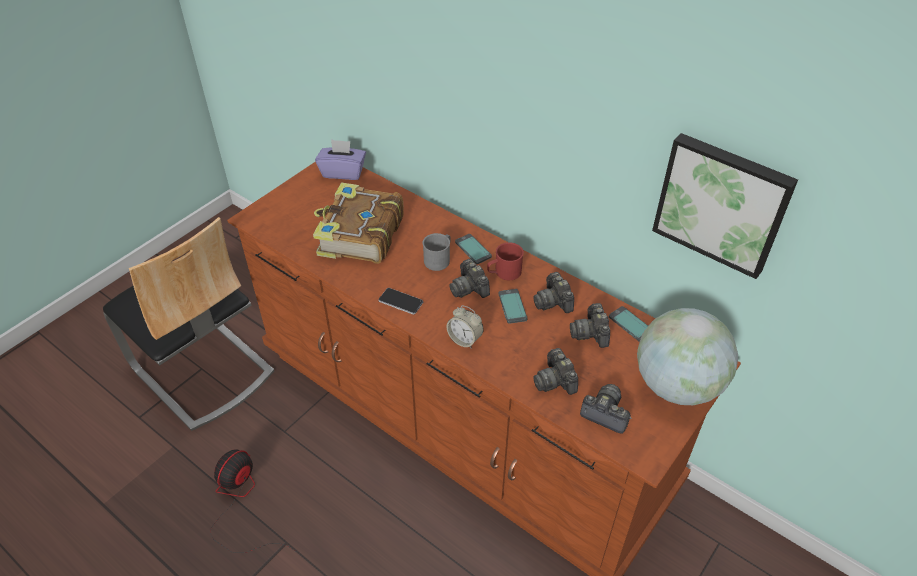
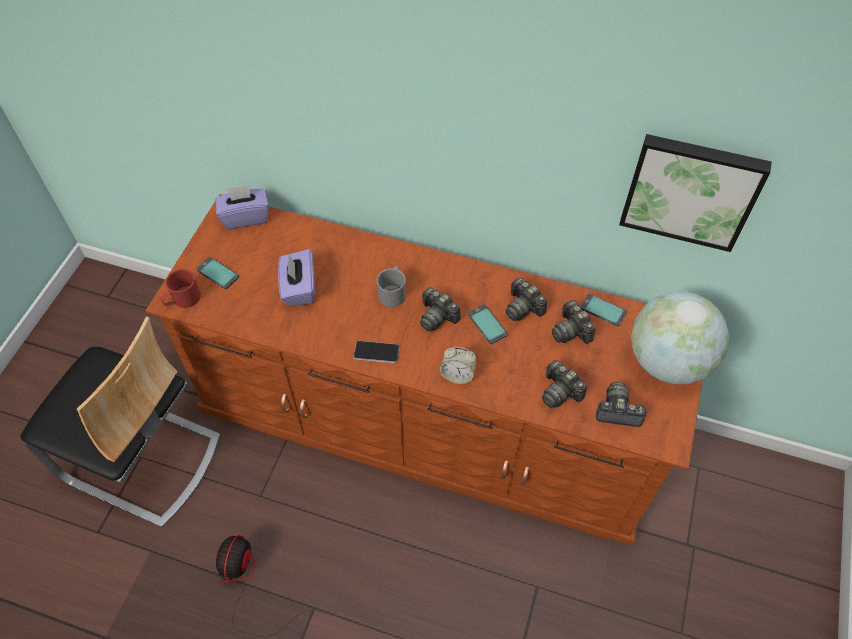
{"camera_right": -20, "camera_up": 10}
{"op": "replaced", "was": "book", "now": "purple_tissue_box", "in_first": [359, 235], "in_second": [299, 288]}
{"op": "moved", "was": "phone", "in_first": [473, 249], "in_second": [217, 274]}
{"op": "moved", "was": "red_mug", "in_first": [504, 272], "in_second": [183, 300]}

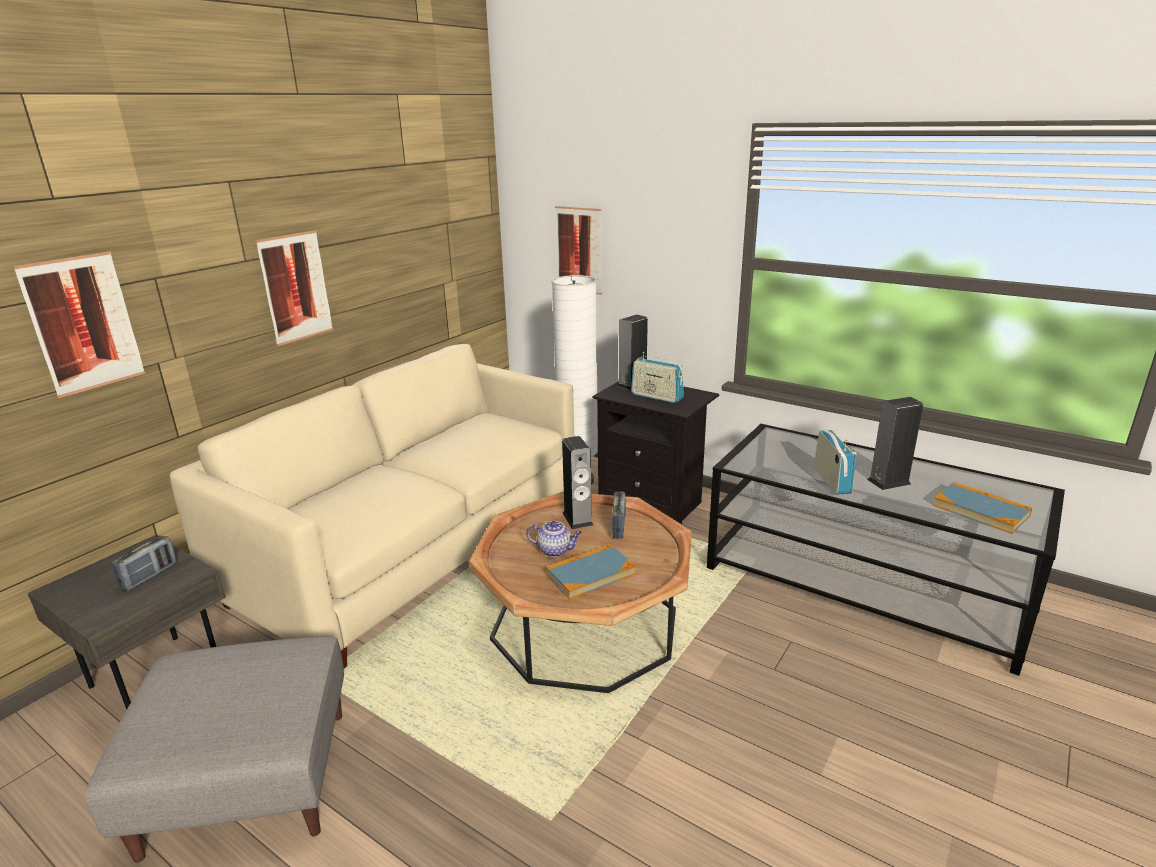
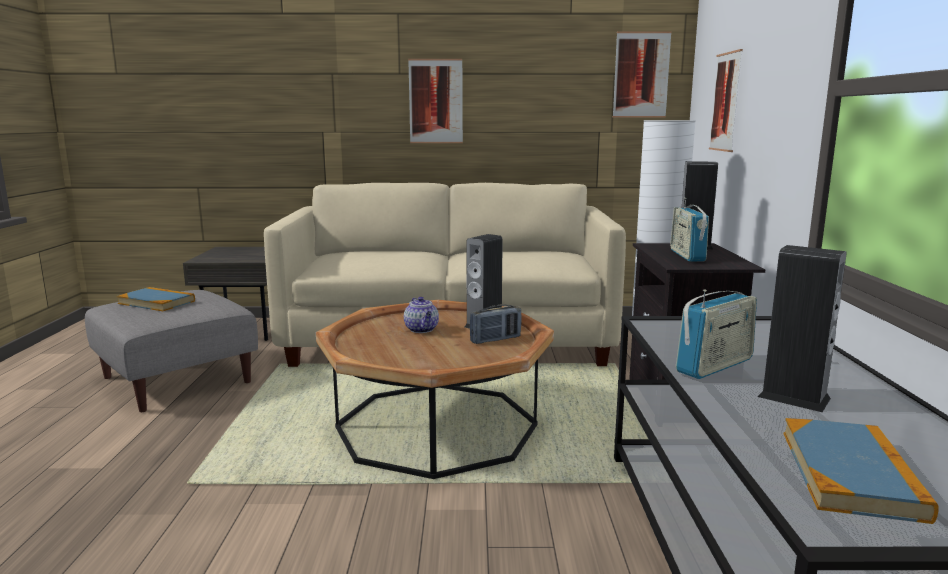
{"camera_right": 55, "camera_up": -10}
{"op": "moved", "was": "picture", "in_first": [83, 323], "in_second": [641, 75]}
{"op": "removed", "was": "radio", "in_first": [149, 576]}
{"op": "moved", "was": "book", "in_first": [590, 574], "in_second": [157, 302]}

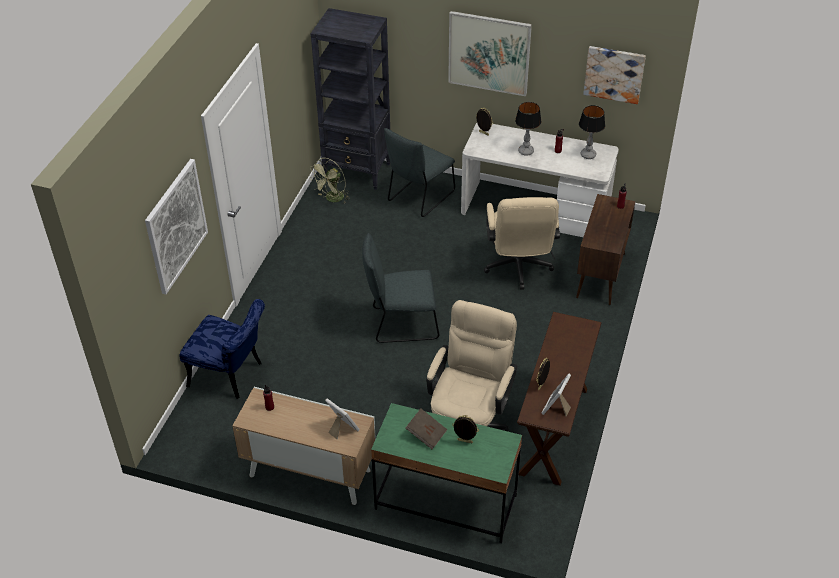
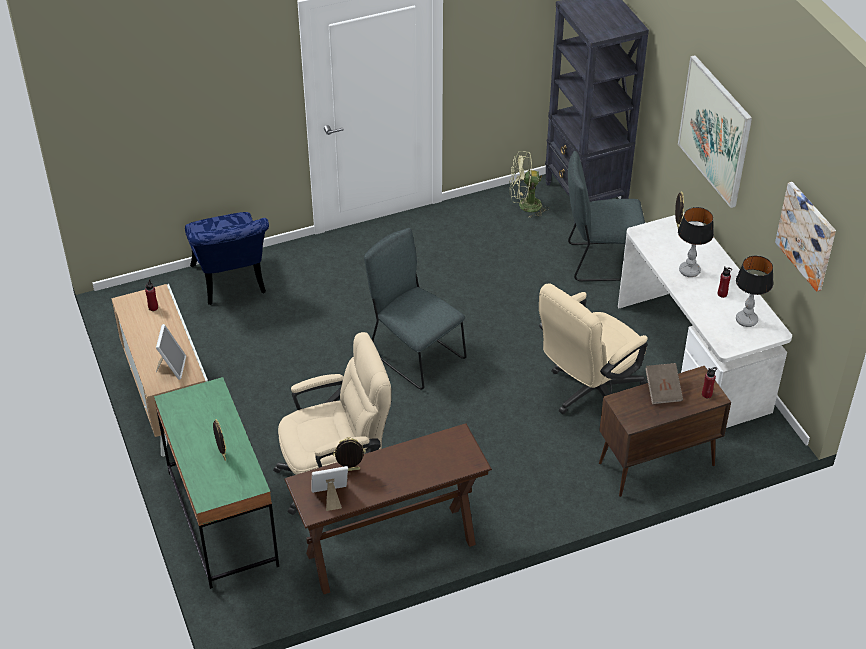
{"camera_right": 50, "camera_up": 0}
{"op": "removed", "was": "picture", "in_first": [176, 226]}
{"op": "moved", "was": "brown_book", "in_first": [426, 434], "in_second": [663, 390]}

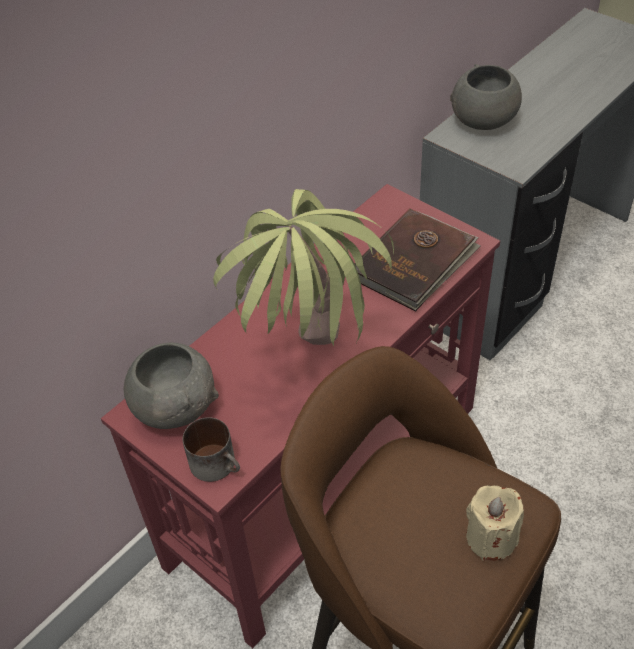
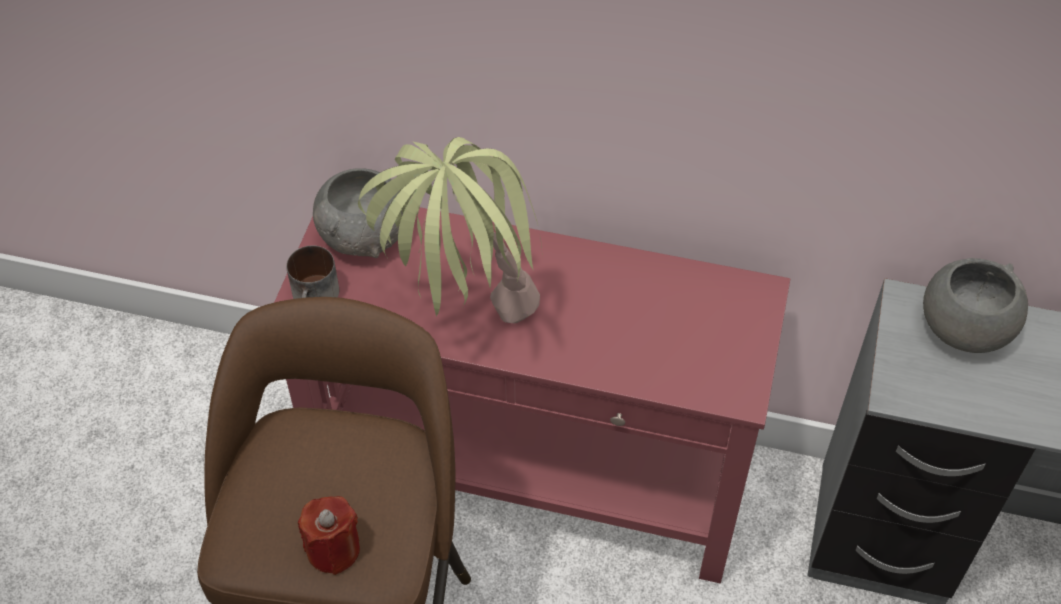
{"camera_right": 60, "camera_up": 5}
{"op": "removed", "was": "brown_book", "in_first": [415, 263]}
{"op": "recoloured", "was": "beige_candle", "now": "red_candle", "in_first": [491, 538], "in_second": [333, 549]}

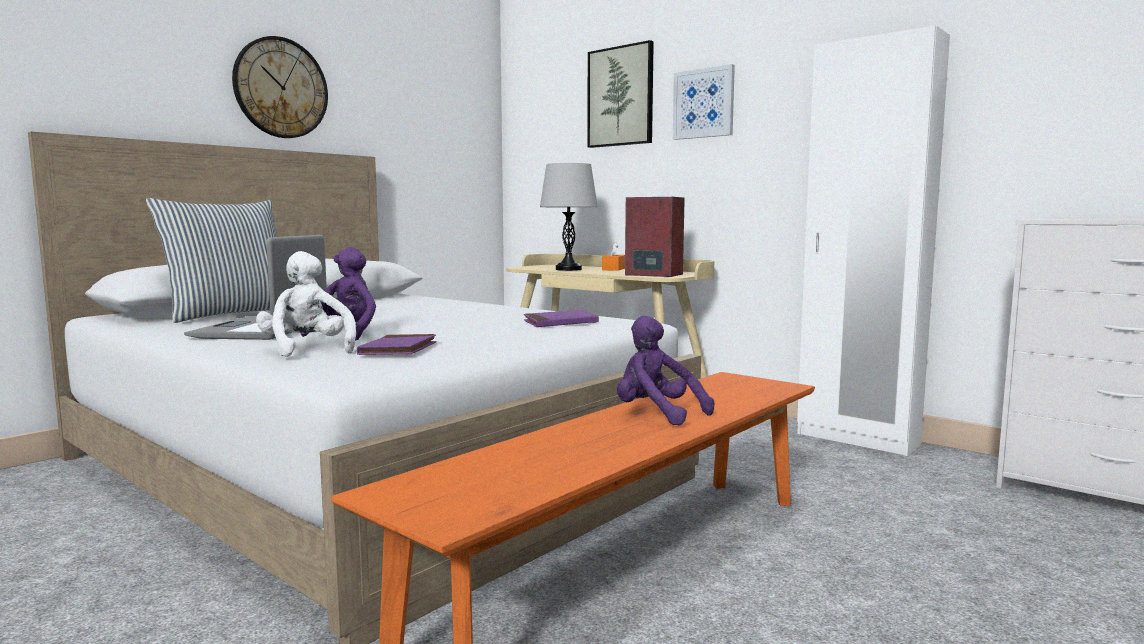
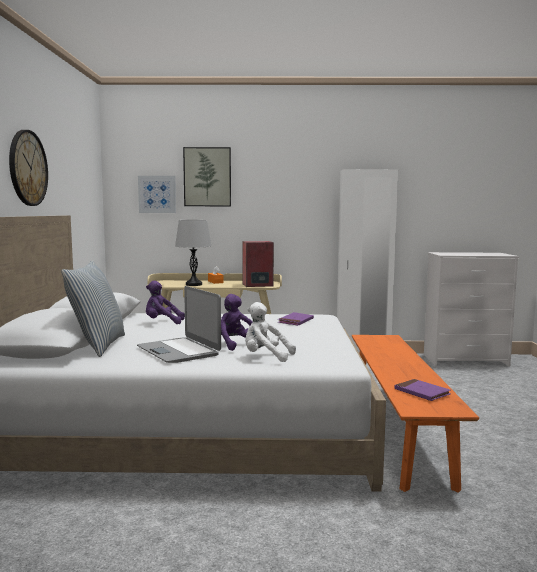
{"camera_right": -40, "camera_up": 0}
{"op": "moved", "was": "picture", "in_first": [703, 103], "in_second": [157, 194]}
{"op": "moved", "was": "purple_plush_toy", "in_first": [656, 414], "in_second": [162, 322]}
{"op": "moved", "was": "purple_book", "in_first": [398, 350], "in_second": [422, 392]}

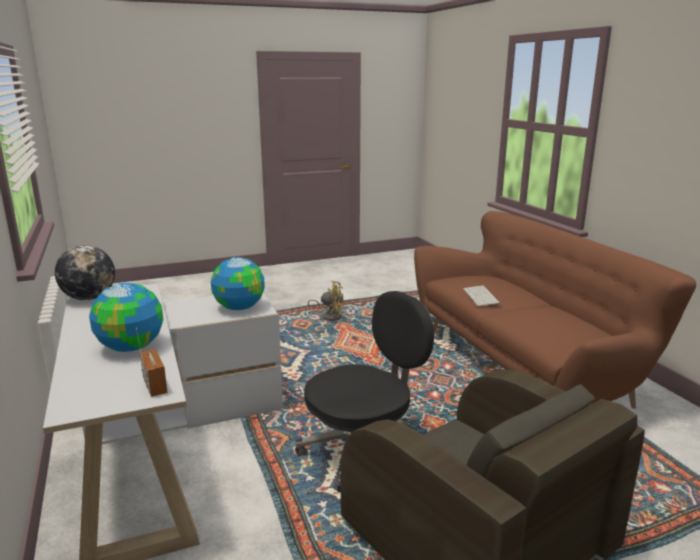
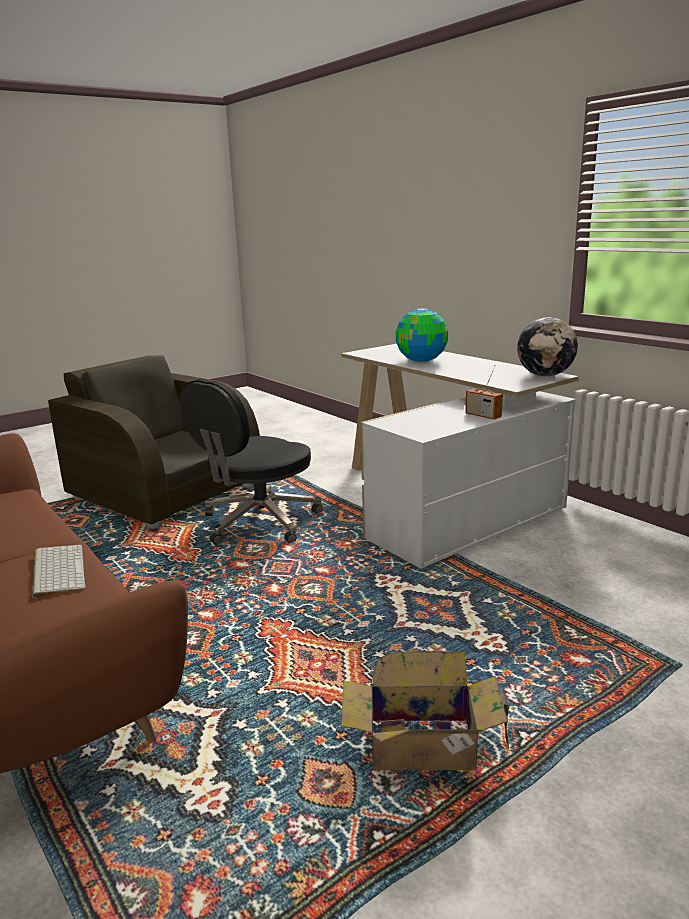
{"camera_right": 165, "camera_up": 0}
{"op": "removed", "was": "globe", "in_first": [239, 308]}
{"op": "replaced", "was": "yellow_fan", "now": "cardboard_box", "in_first": [329, 316], "in_second": [427, 746]}
{"op": "moved", "was": "radio", "in_first": [155, 386], "in_second": [483, 416]}

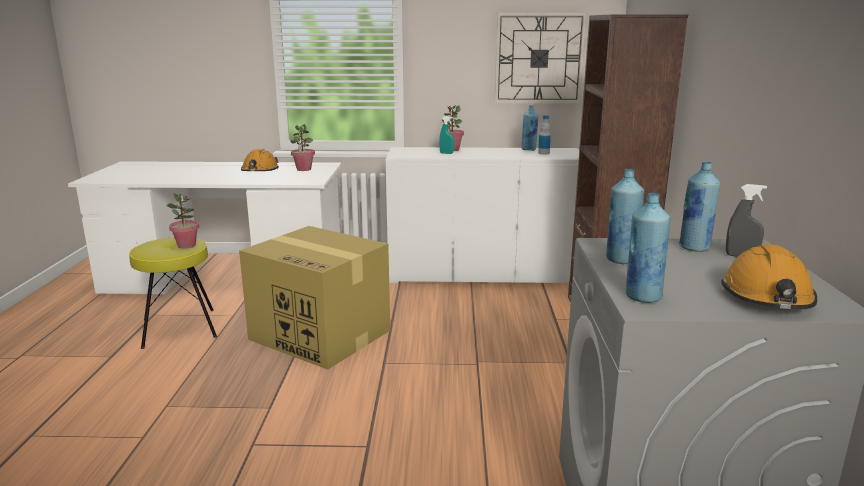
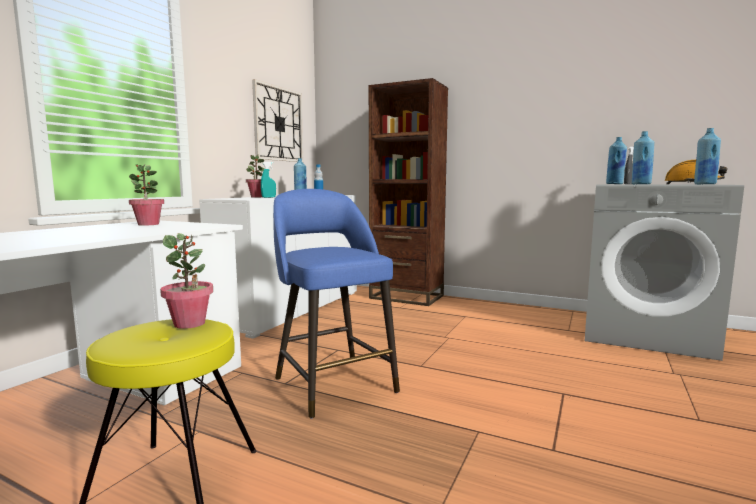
{"camera_right": -65, "camera_up": -10}
{"op": "removed", "was": "orange_hard_hat", "in_first": [260, 171]}
{"op": "replaced", "was": "cardboard_box", "now": "blue_stool", "in_first": [321, 335], "in_second": [333, 383]}

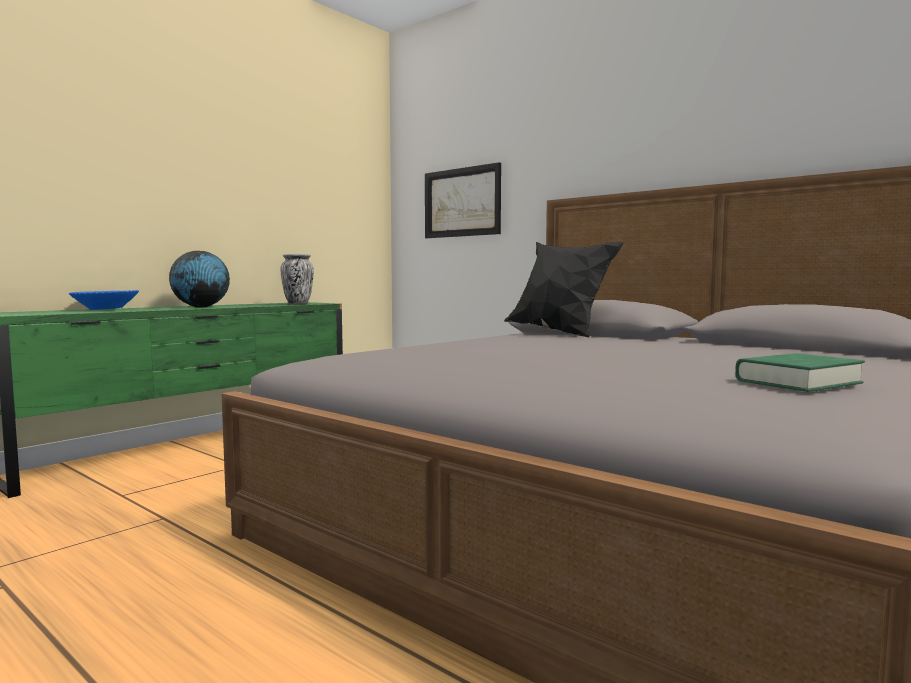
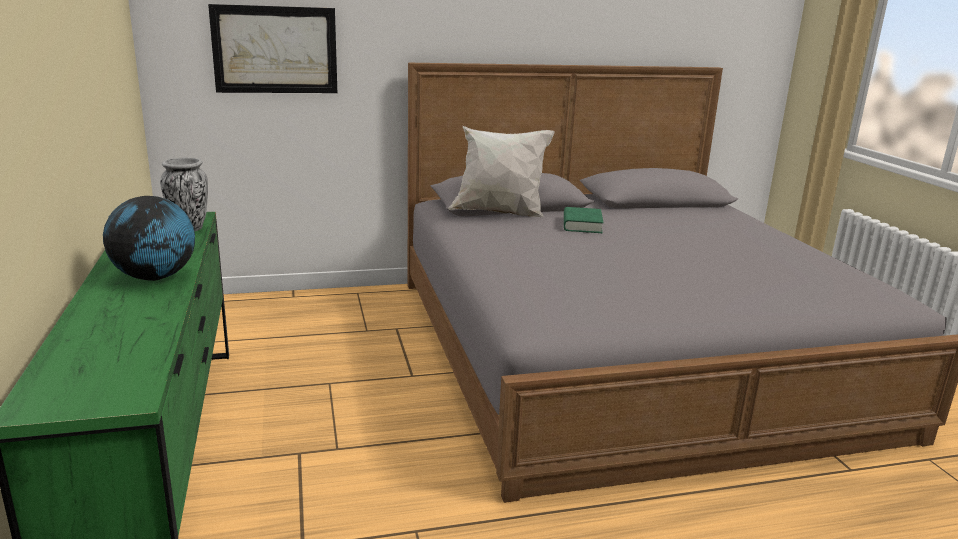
{"camera_right": -55, "camera_up": 15}
{"op": "recoloured", "was": "black_pillow", "now": "white_pillow", "in_first": [558, 333], "in_second": [500, 214]}
{"op": "removed", "was": "blue_bowl", "in_first": [105, 309]}
{"op": "moved", "was": "green_book", "in_first": [798, 382], "in_second": [582, 225]}

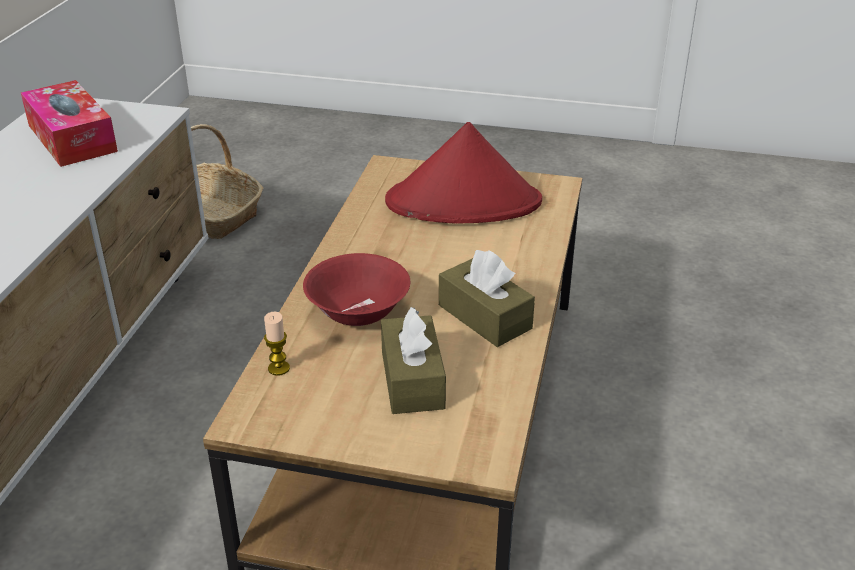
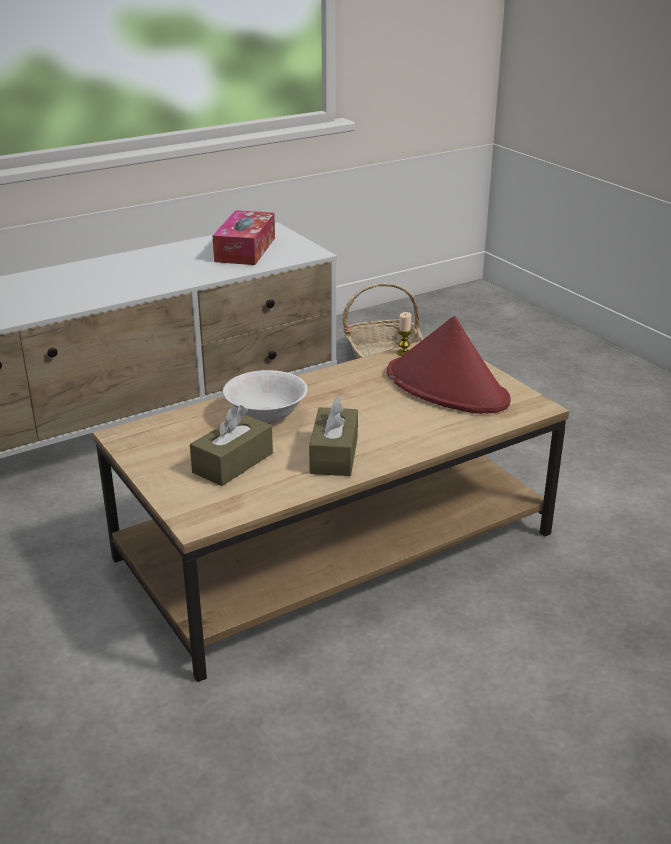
{"camera_right": 45, "camera_up": -5}
{"op": "recoloured", "was": "red_bowl", "now": "white_bowl", "in_first": [359, 314], "in_second": [266, 416]}
{"op": "moved", "was": "candle", "in_first": [278, 368], "in_second": [404, 353]}

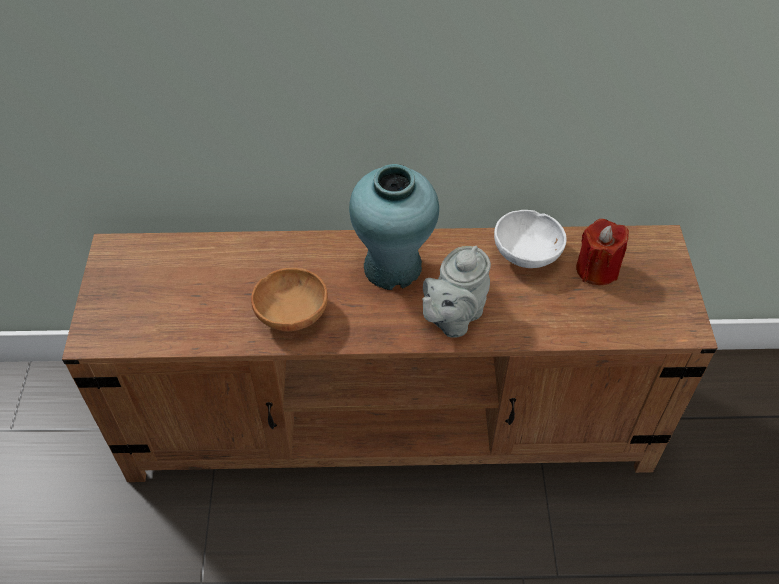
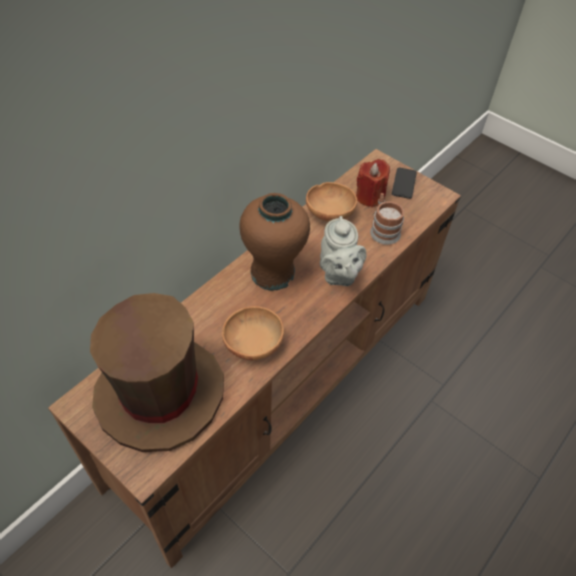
{"camera_right": -50, "camera_up": 0}
{"op": "recoloured", "was": "turquoise_vase", "now": "brown_vase", "in_first": [393, 267], "in_second": [273, 272]}
{"op": "recoloured", "was": "white_bowl", "now": "brown_bowl", "in_first": [528, 254], "in_second": [330, 213]}
{"op": "added", "now": "phone", "in_second": [404, 183]}
{"op": "added", "now": "mug", "in_second": [383, 230]}
{"op": "added", "now": "brown_hat", "in_second": [160, 393]}

